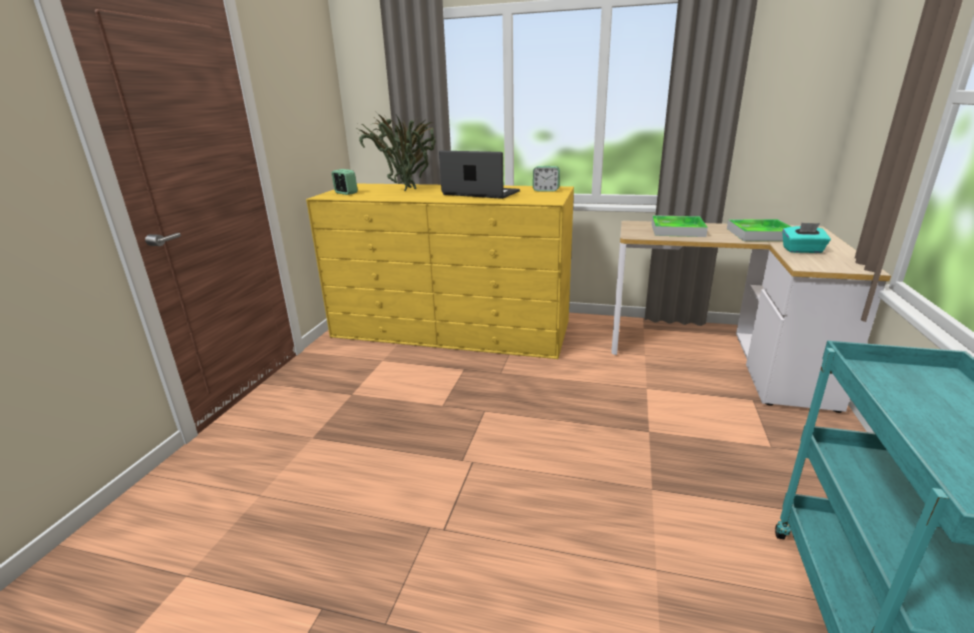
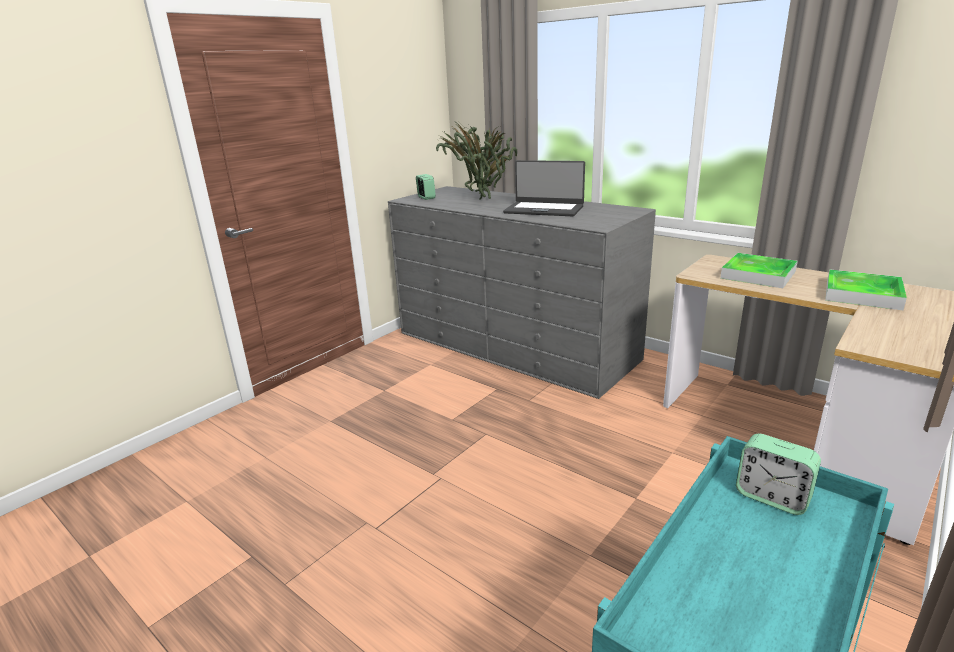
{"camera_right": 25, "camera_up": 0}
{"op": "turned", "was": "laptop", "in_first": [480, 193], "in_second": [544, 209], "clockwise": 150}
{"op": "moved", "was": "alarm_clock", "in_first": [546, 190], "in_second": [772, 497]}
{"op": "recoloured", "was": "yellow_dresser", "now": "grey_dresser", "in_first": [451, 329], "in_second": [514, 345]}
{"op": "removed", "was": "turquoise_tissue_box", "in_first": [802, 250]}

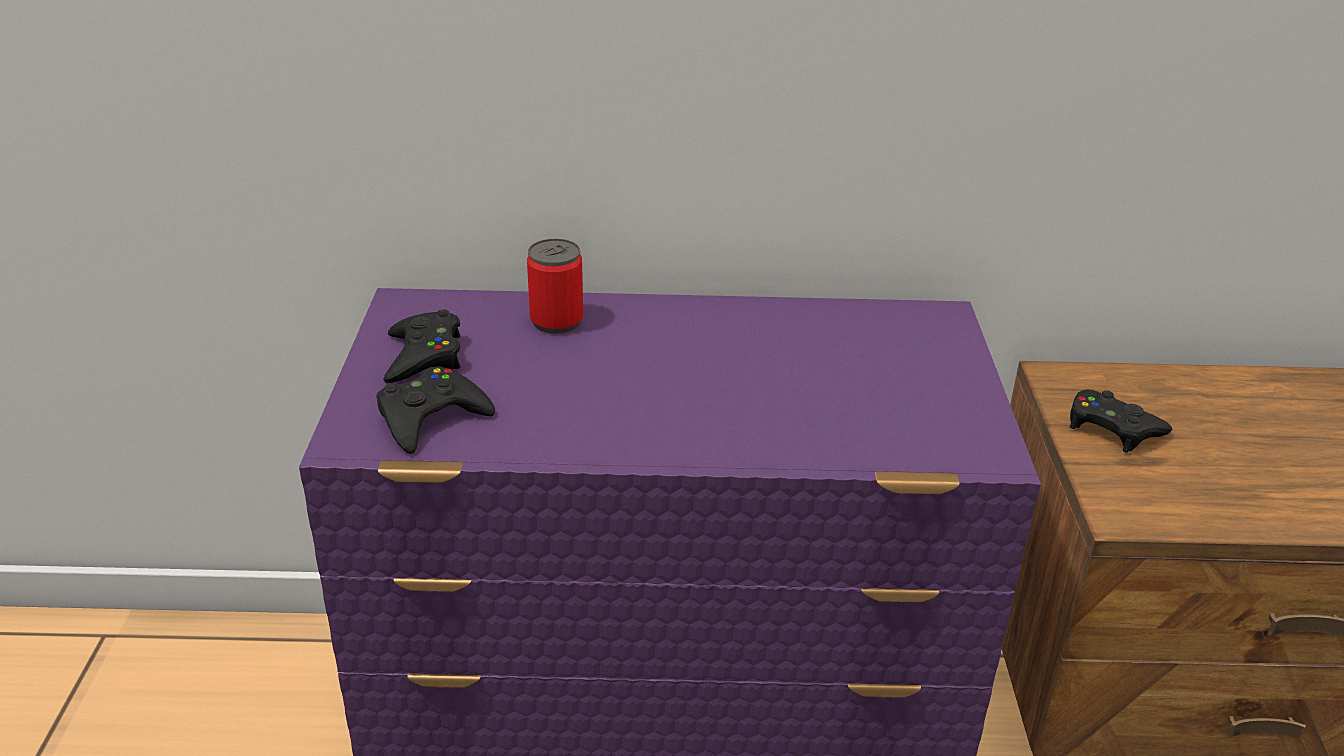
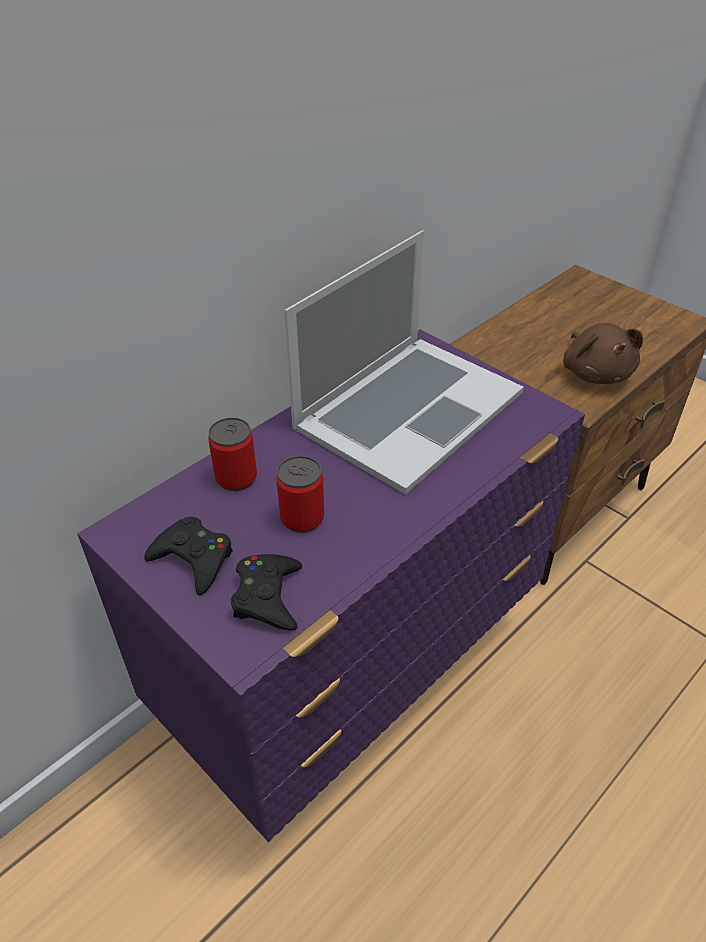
{"camera_right": -45, "camera_up": 10}
{"op": "removed", "was": "black_game_controller", "in_first": [1112, 428]}
{"op": "added", "now": "laptop", "in_second": [408, 409]}
{"op": "added", "now": "brown_plush_toy", "in_second": [595, 372]}
{"op": "added", "now": "can", "in_second": [302, 518]}

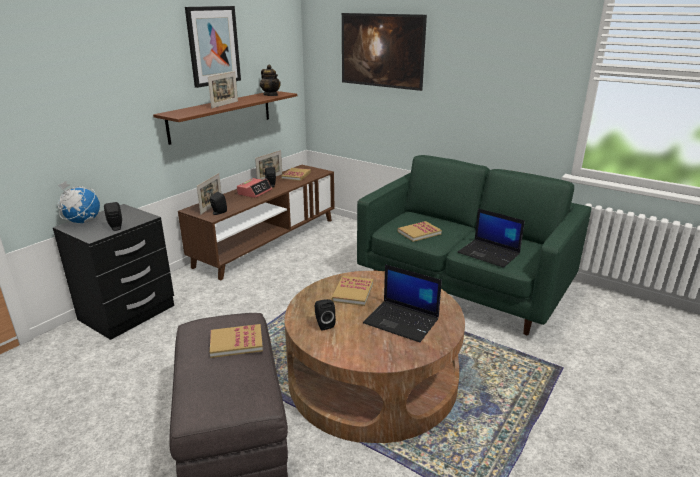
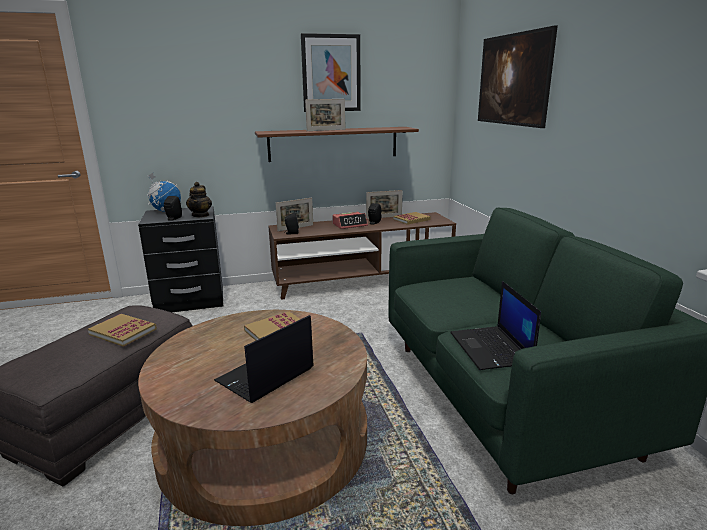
{"camera_right": 40, "camera_up": -5}
{"op": "moved", "was": "teapot", "in_first": [271, 95], "in_second": [201, 215]}
{"op": "removed", "was": "book", "in_first": [419, 233]}
{"op": "turned", "was": "laptop", "in_first": [402, 321], "in_second": [265, 376], "clockwise": 60}
{"op": "removed", "was": "black_speaker", "in_first": [324, 324]}

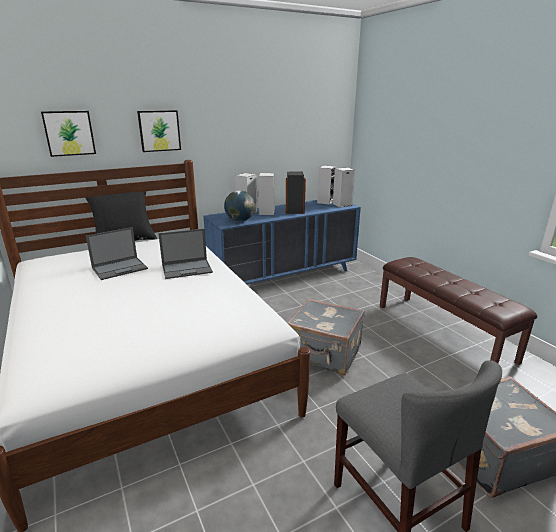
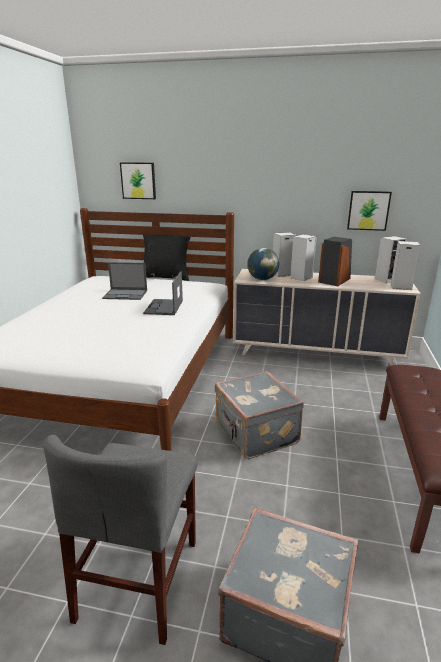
{"camera_right": 40, "camera_up": 0}
{"op": "moved", "was": "picture", "in_first": [159, 131], "in_second": [368, 210]}
{"op": "recoloured", "was": "blue_dresser", "now": "beige_dresser", "in_first": [284, 276], "in_second": [316, 352]}
{"op": "turned", "was": "laptop", "in_first": [187, 269], "in_second": [164, 307], "clockwise": 75}

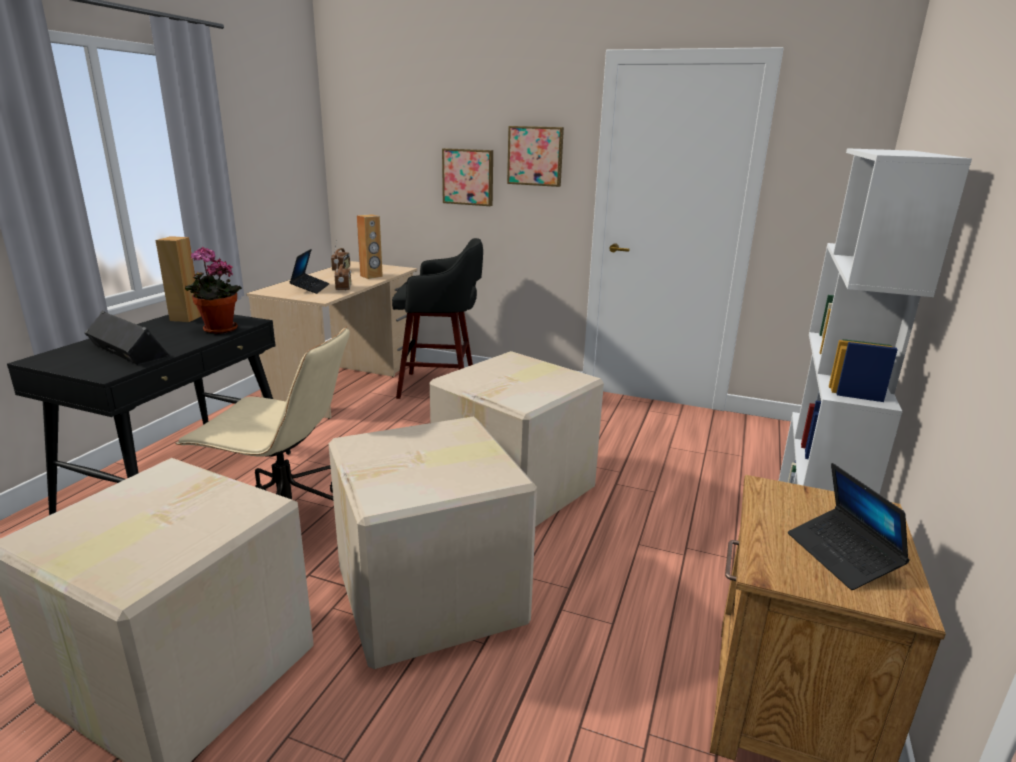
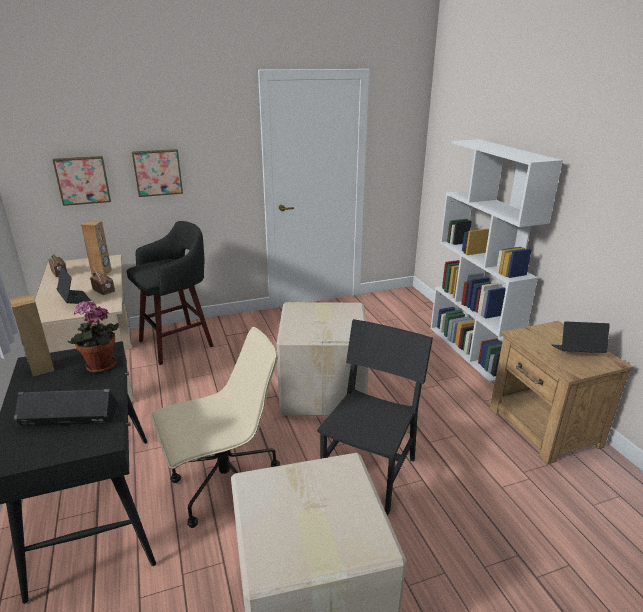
{"camera_right": -40, "camera_up": 5}
{"op": "moved", "was": "picture", "in_first": [535, 156], "in_second": [83, 180]}
{"op": "replaced", "was": "cardboard_box", "now": "black_chair", "in_first": [433, 596], "in_second": [369, 473]}
{"op": "turned", "was": "laptop", "in_first": [842, 556], "in_second": [576, 353], "clockwise": 150}

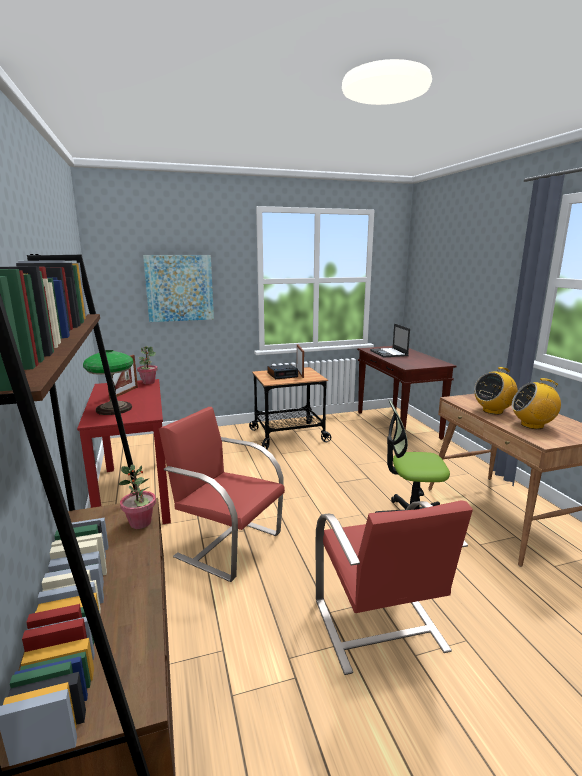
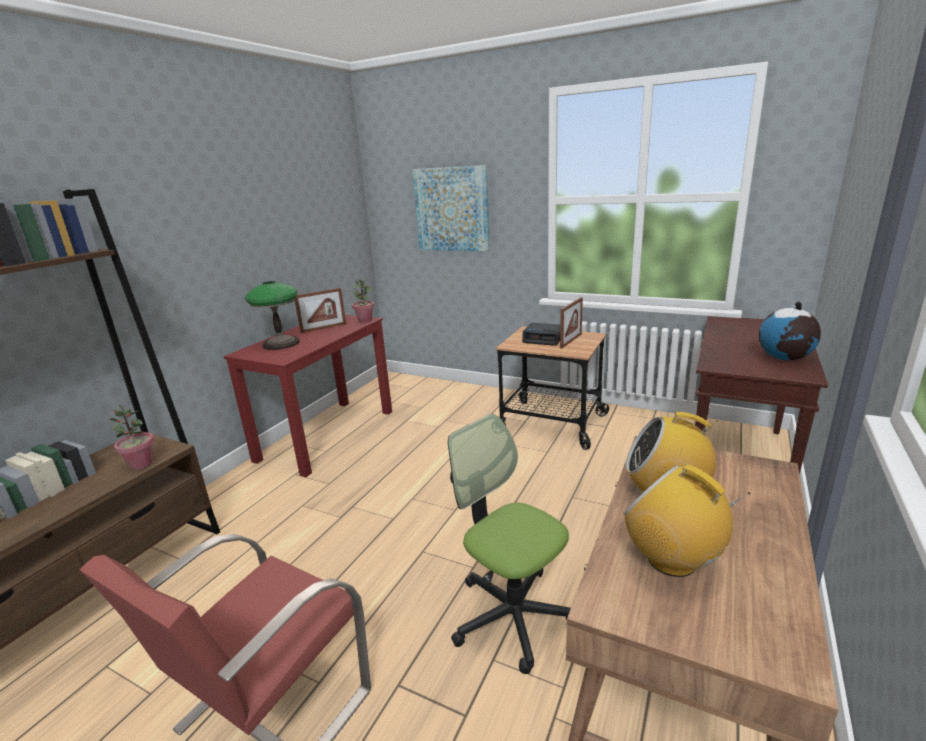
{"camera_right": 45, "camera_up": 5}
{"op": "removed", "was": "laptop", "in_first": [389, 353]}
{"op": "removed", "was": "red_chair", "in_first": [227, 544]}
{"op": "added", "now": "globe", "in_second": [784, 358]}

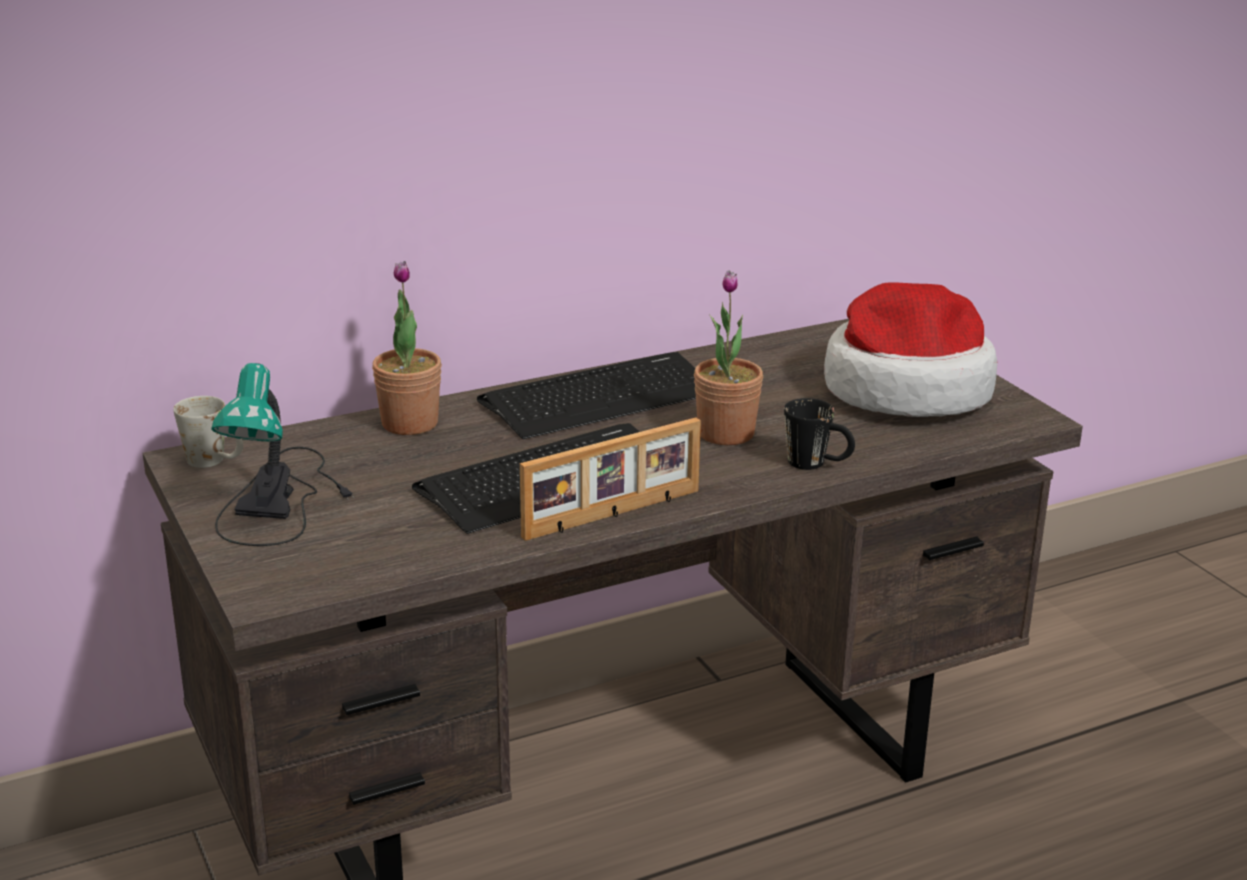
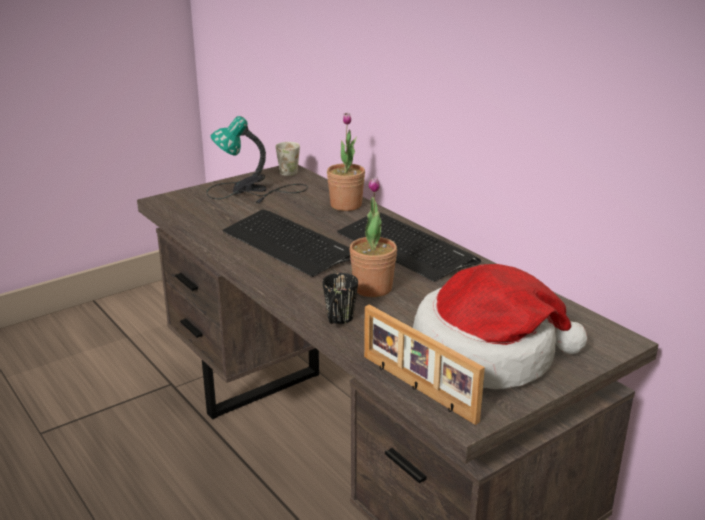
{"camera_right": 80, "camera_up": 0}
{"op": "moved", "was": "picture_frame", "in_first": [613, 515], "in_second": [416, 388]}

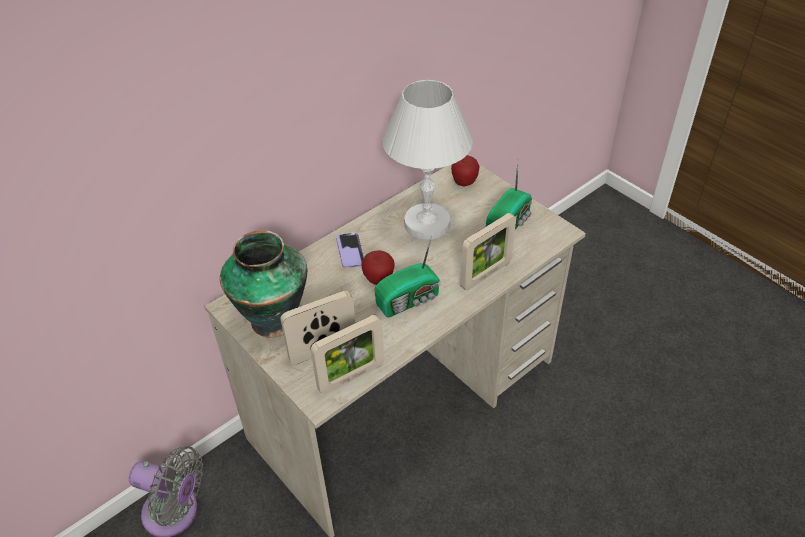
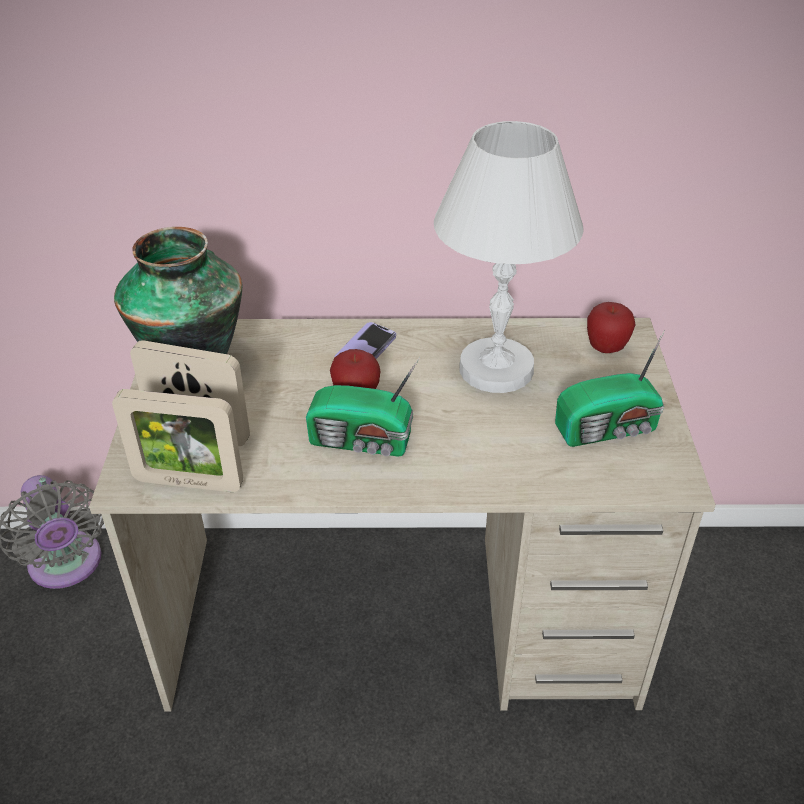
{"camera_right": 40, "camera_up": -5}
{"op": "removed", "was": "picture_frame", "in_first": [486, 275]}

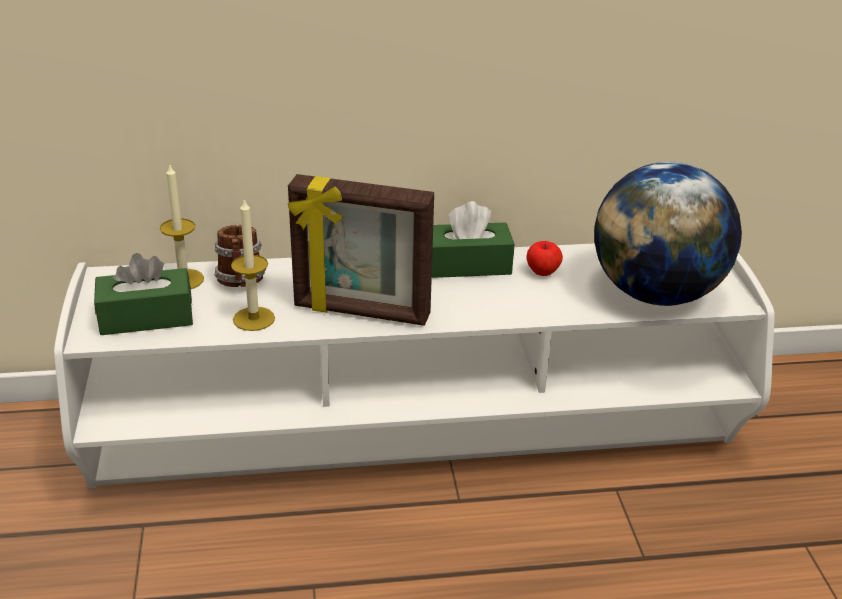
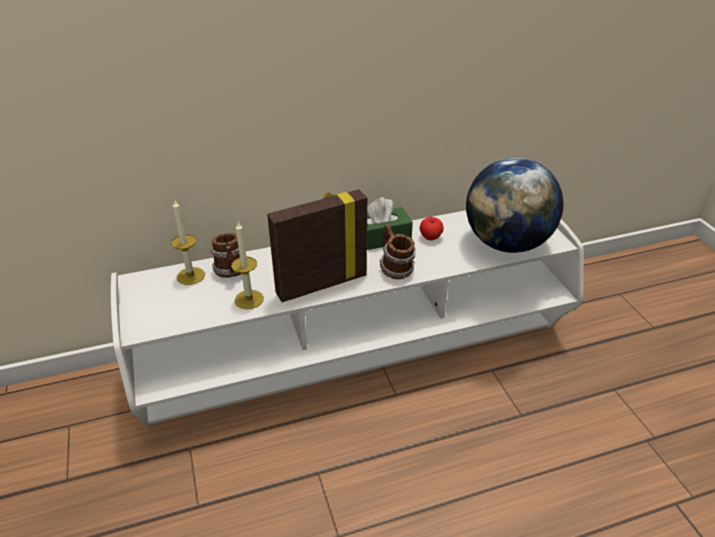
{"camera_right": -10, "camera_up": 5}
{"op": "turned", "was": "picture_frame", "in_first": [361, 312], "in_second": [321, 284], "clockwise": 150}
{"op": "removed", "was": "green_tissue_box", "in_first": [146, 317]}
{"op": "added", "now": "mug", "in_second": [395, 269]}

